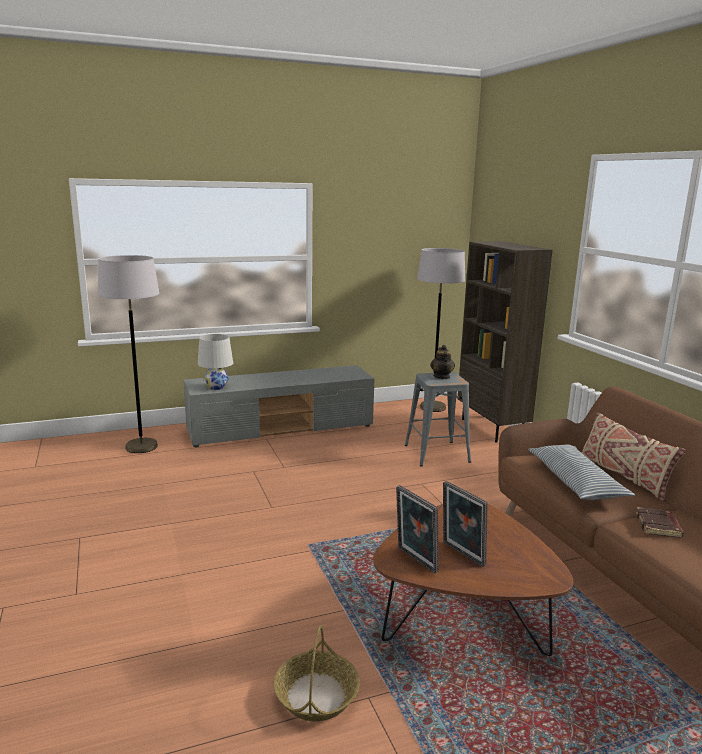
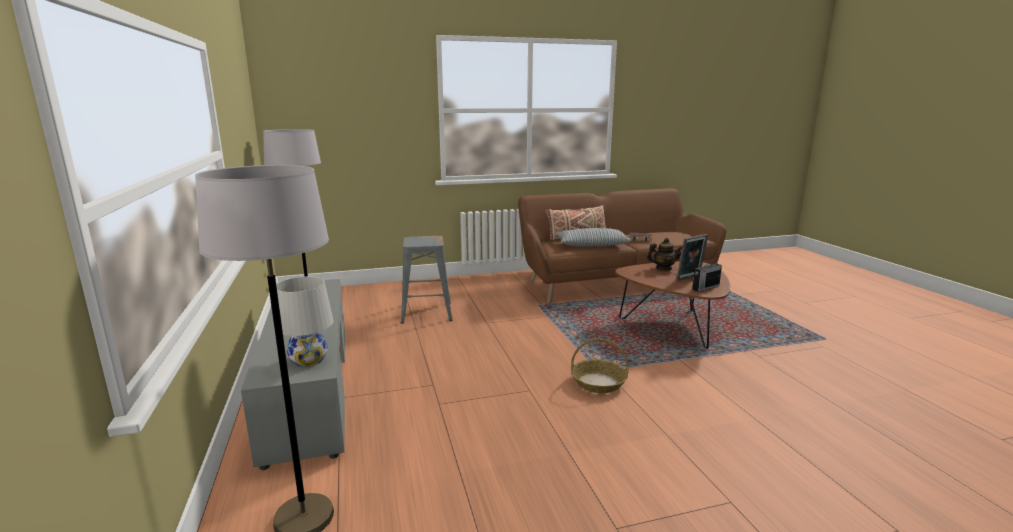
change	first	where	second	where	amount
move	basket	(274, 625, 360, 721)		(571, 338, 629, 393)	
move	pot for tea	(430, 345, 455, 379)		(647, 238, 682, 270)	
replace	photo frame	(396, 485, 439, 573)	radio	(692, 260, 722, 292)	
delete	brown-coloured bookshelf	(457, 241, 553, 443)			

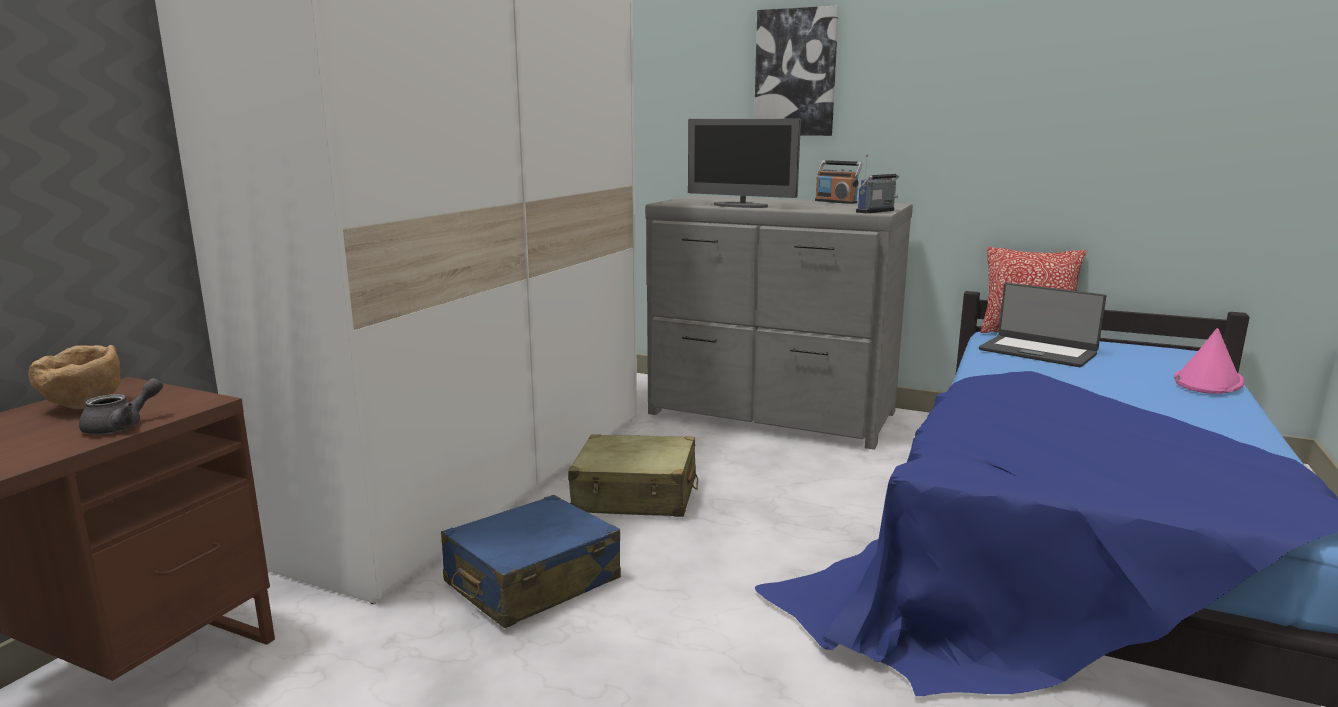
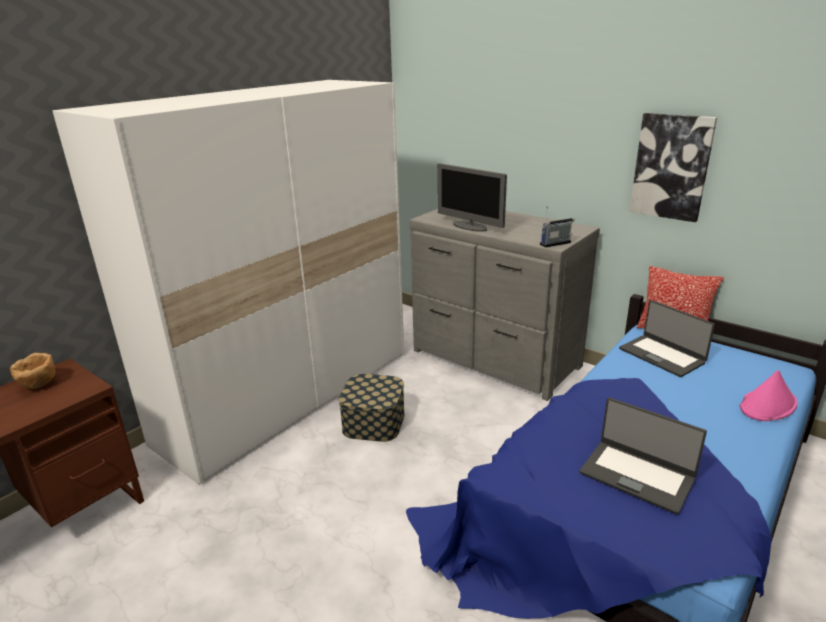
change	first	where	second	where	amount
replace	beige suitcase	(568, 434, 698, 517)	storage bin	(339, 374, 405, 442)	
insert			notebook computer	(580, 397, 707, 515)	
move	picture	(754, 5, 839, 136)		(630, 113, 717, 222)	
delete	grey pot for tea	(79, 378, 163, 434)			
delete	blue suitcase	(441, 495, 621, 628)			
delete	radio	(815, 160, 863, 204)			

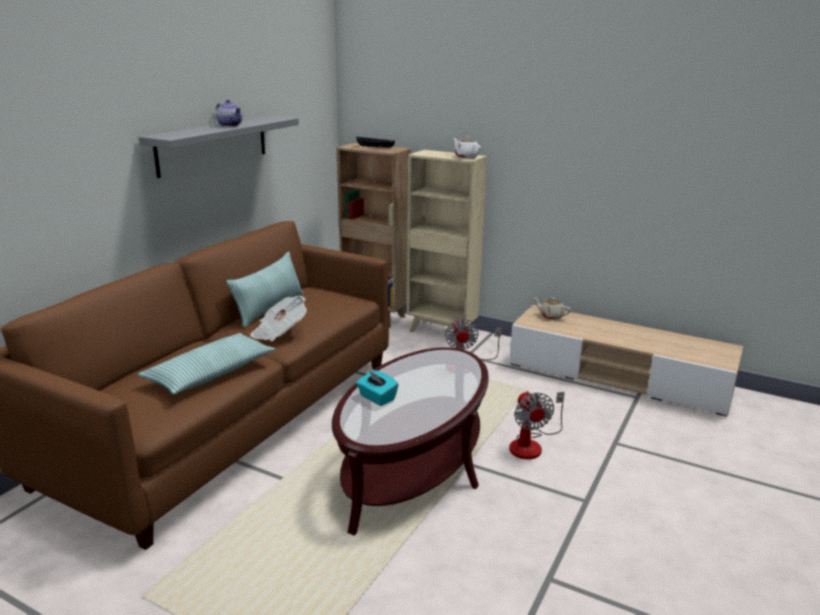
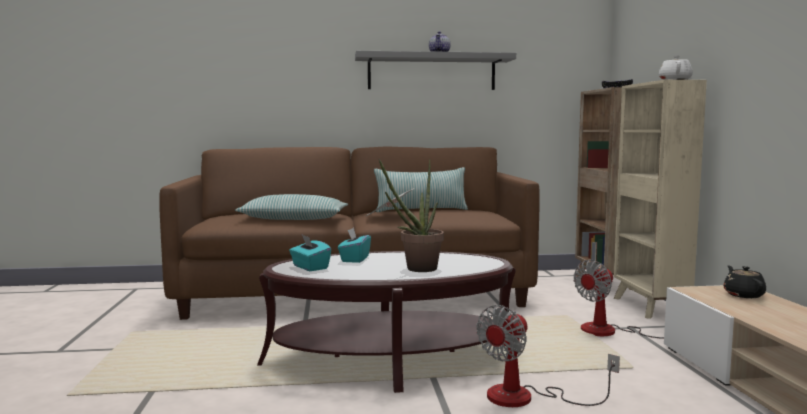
change	first	where	second	where	amount
insert			turquoise tissue holder	(289, 235, 331, 271)	
insert			potted plant	(379, 159, 444, 272)	
recolor	beige pot for tea	(533, 297, 571, 320)	blackish pot for tea	(723, 266, 766, 298)	

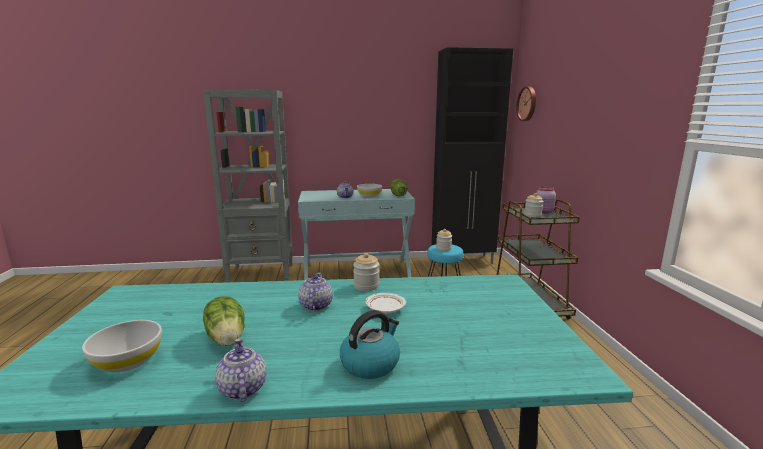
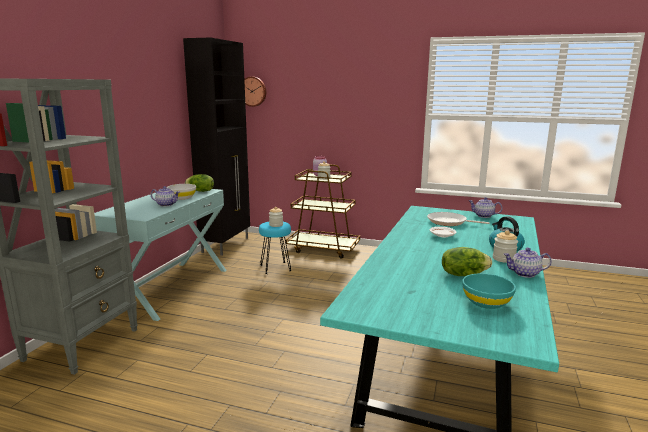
change	first	where	second	where	amount
insert			skillet	(427, 212, 490, 226)	
recolor	whitish deep dish	(82, 320, 162, 372)	turquoise deep dish	(462, 273, 516, 309)	
move	pot for tea	(298, 273, 333, 311)		(469, 197, 502, 218)	
move	preserve jar	(353, 253, 379, 291)		(493, 230, 518, 263)	

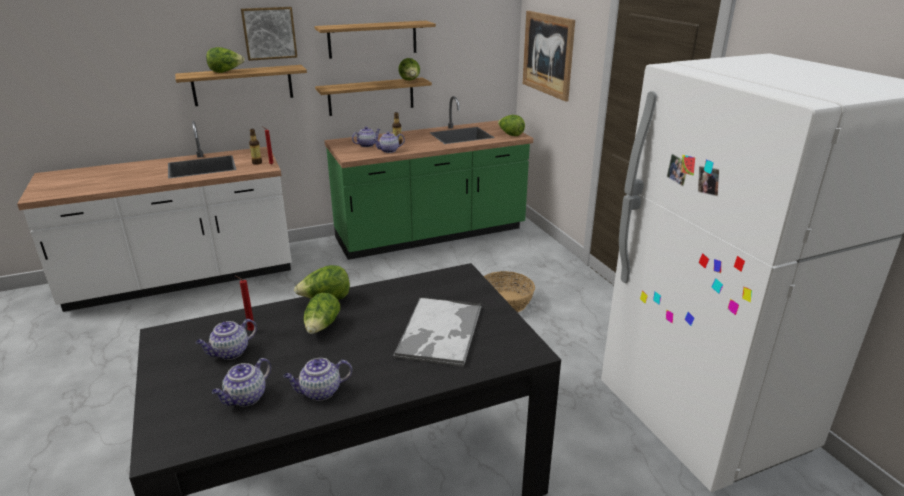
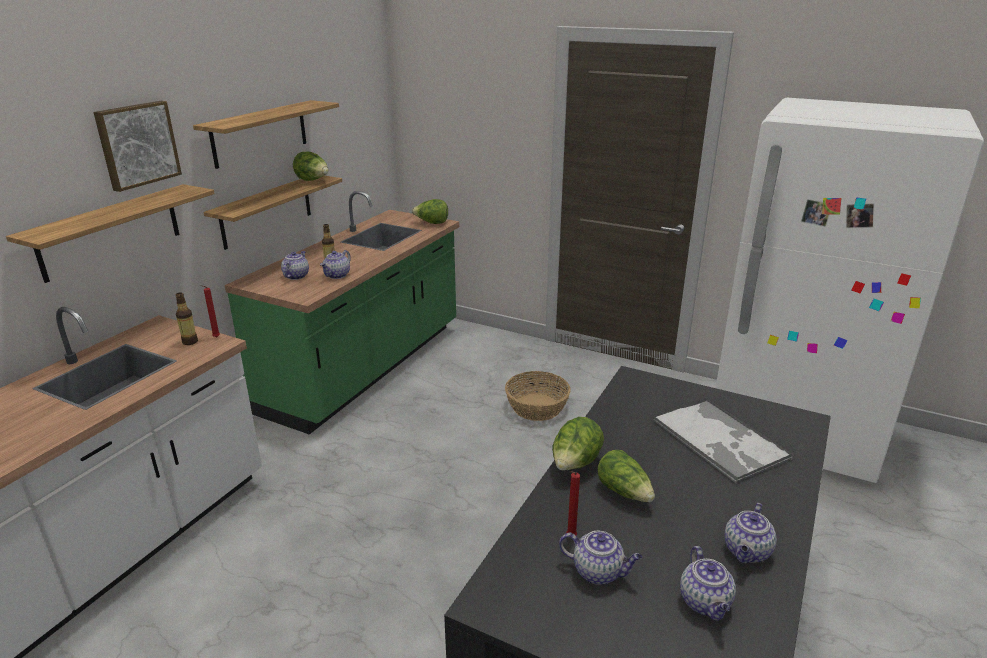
change	first	where	second	where	amount
rotate	pot for tea	(196, 319, 257, 360)		(559, 531, 642, 585)	75 degrees counterclockwise
delete	lettuce	(206, 47, 245, 73)			
delete	picture	(523, 11, 575, 102)			

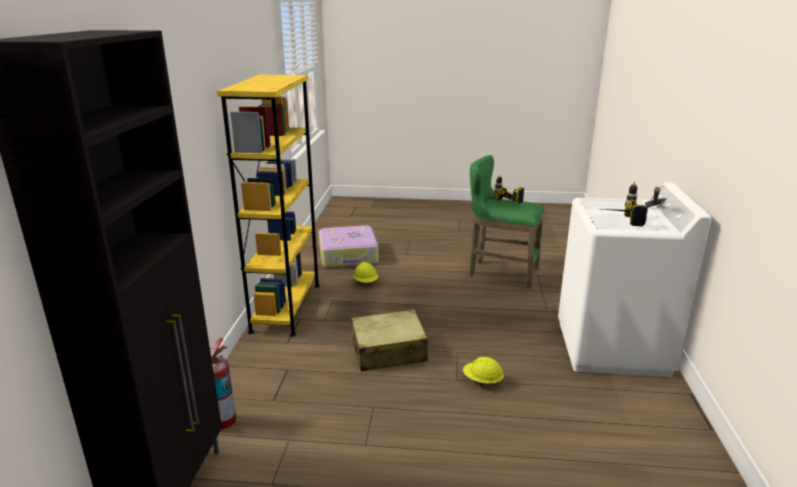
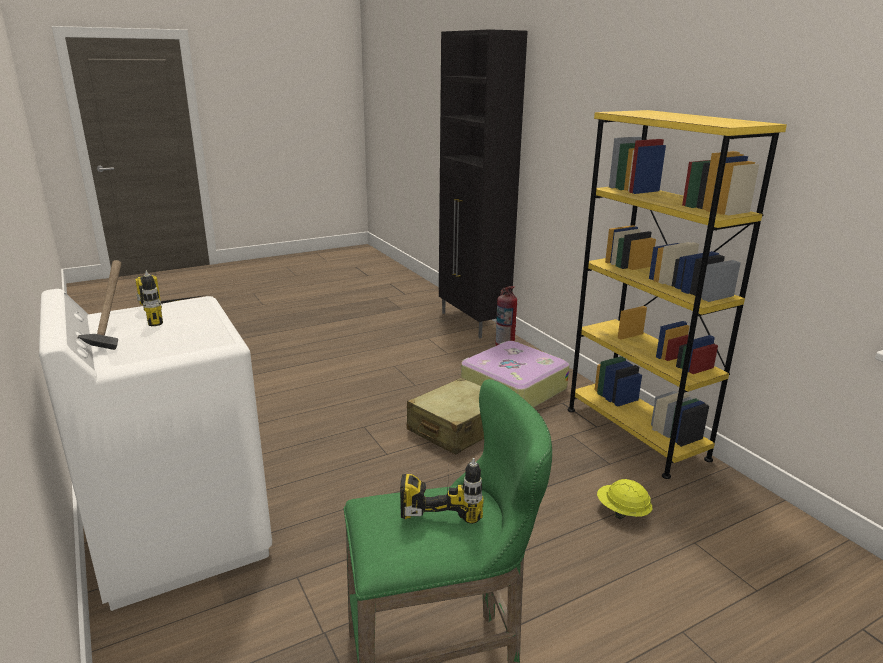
change	first	where	second	where	amount
move	suitcase	(319, 225, 379, 268)		(461, 341, 569, 408)	
delete	yellowish hard hat	(463, 357, 504, 387)			

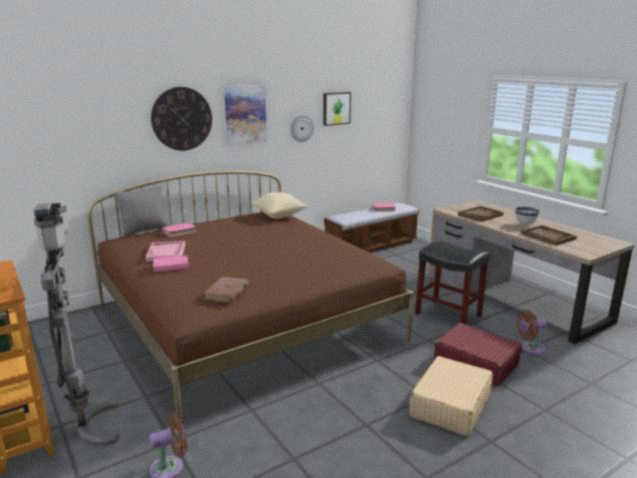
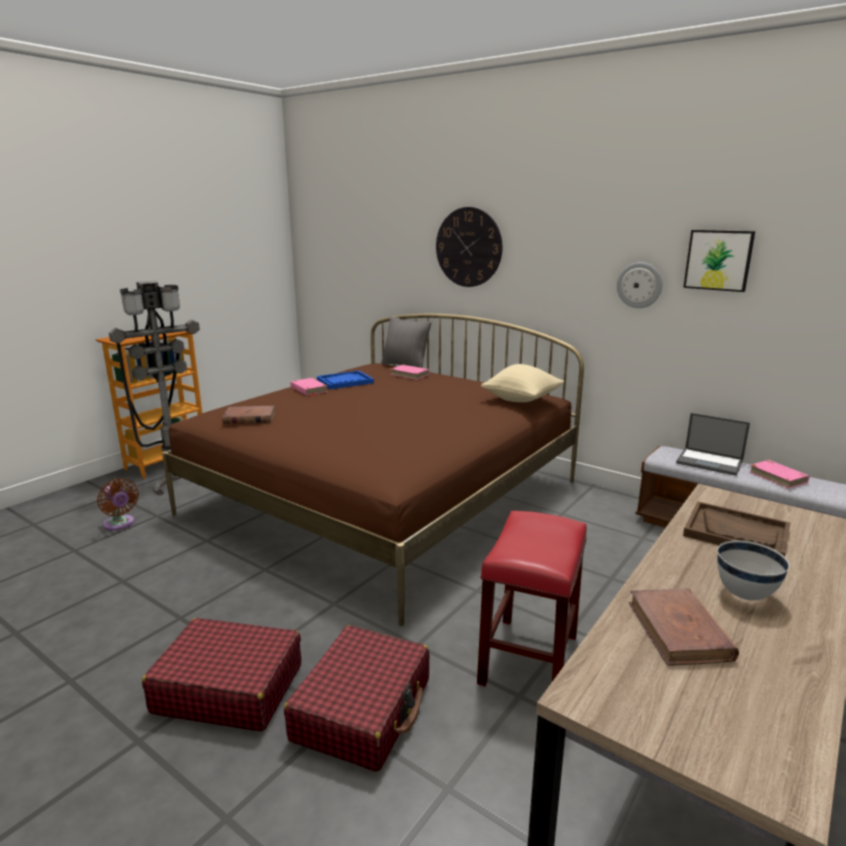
change	first	where	second	where	amount
recolor	beige suitcase	(409, 356, 493, 436)	red-coloured suitcase	(142, 618, 301, 731)	
recolor	pink-coloured tray	(146, 241, 185, 262)	blue tray	(317, 371, 374, 389)	
recolor	blackish sitting stool	(415, 240, 489, 324)	red-coloured sitting stool	(477, 511, 587, 686)	
replace	brown-coloured tray	(521, 225, 577, 245)	brown-coloured bound book	(629, 588, 739, 666)	
insert			notebook computer	(676, 413, 750, 476)	
delete	picture	(224, 85, 267, 146)			
delete	brown-coloured cooling fan	(516, 310, 547, 355)			

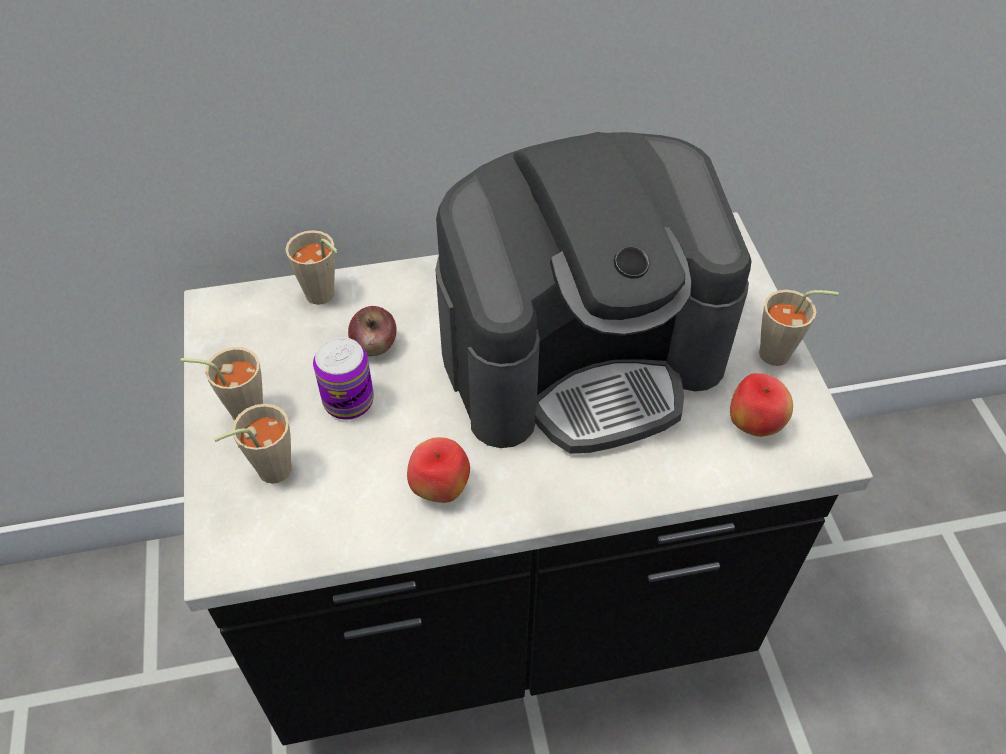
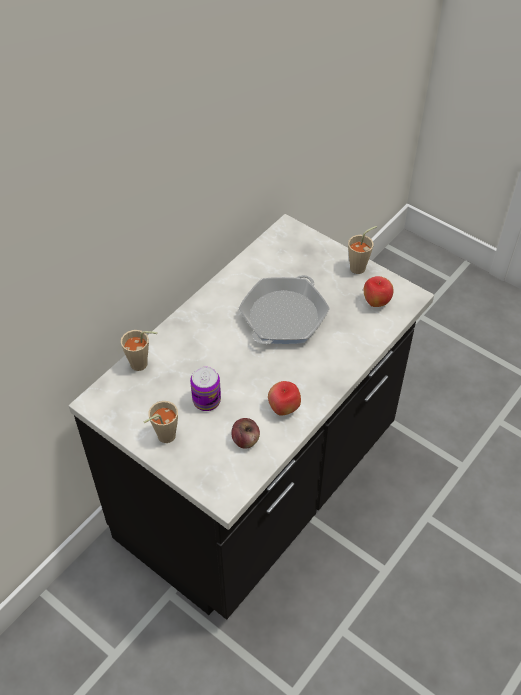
change	first	where	second	where	amount
move	apple	(348, 306, 397, 356)		(231, 418, 260, 449)	
replace	coffee maker	(435, 132, 752, 454)	skillet	(239, 275, 330, 344)	
delete	beige drinking cup	(214, 404, 292, 484)			

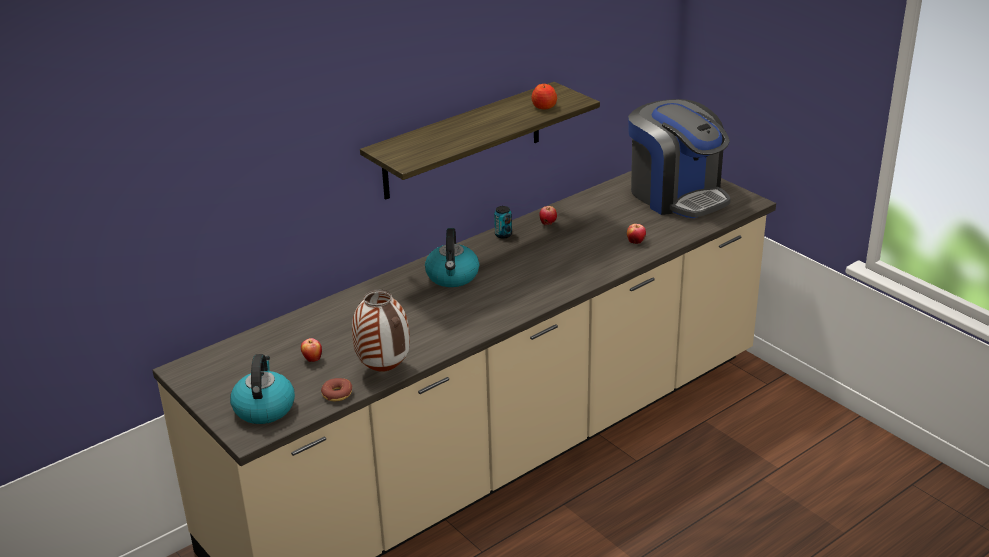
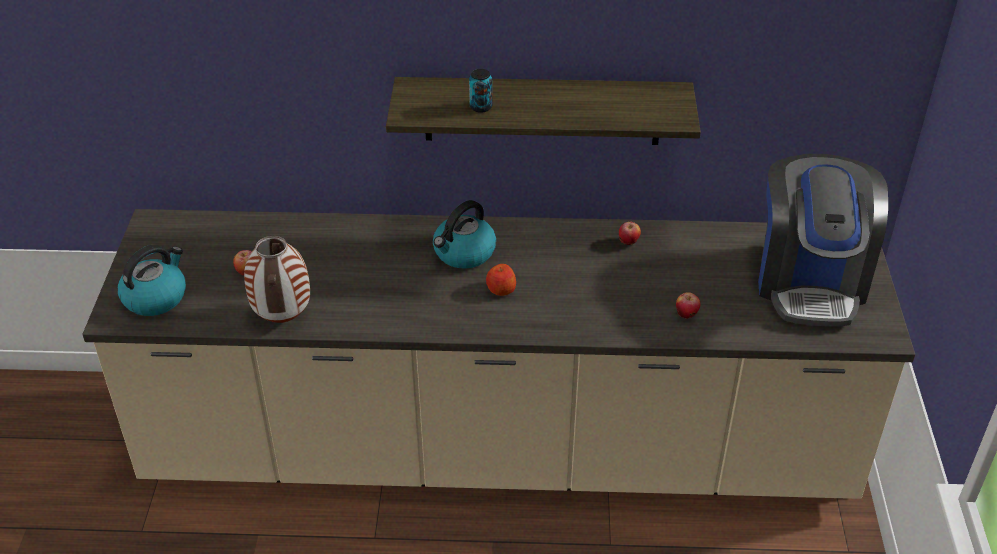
change	first	where	second	where	amount
move	sealed can	(494, 206, 512, 239)		(469, 69, 492, 113)	
move	apple	(531, 84, 557, 109)		(486, 264, 516, 296)	
delete	doughnut	(321, 378, 352, 401)			

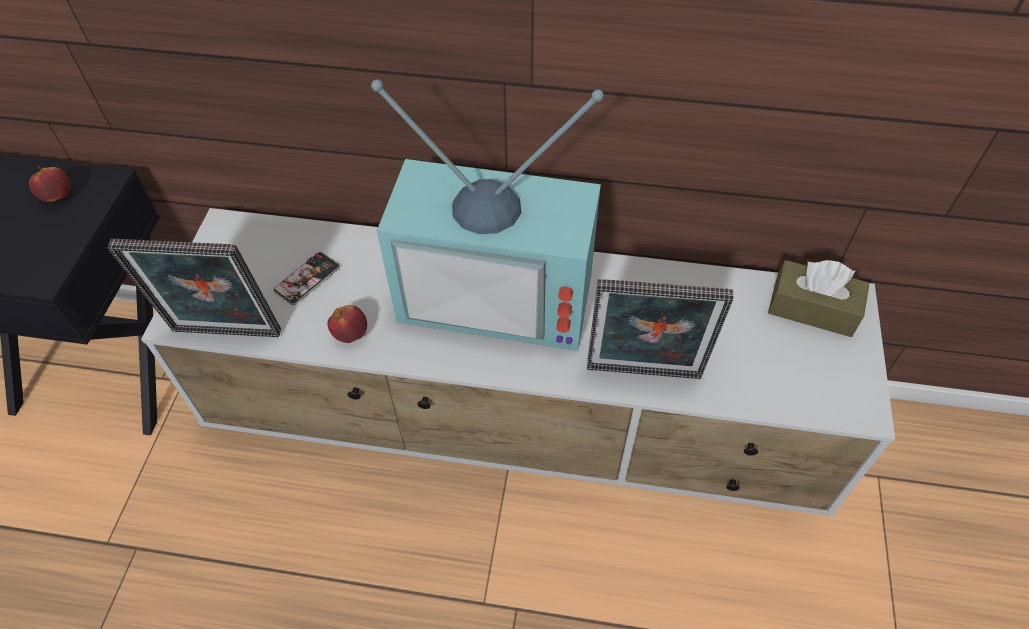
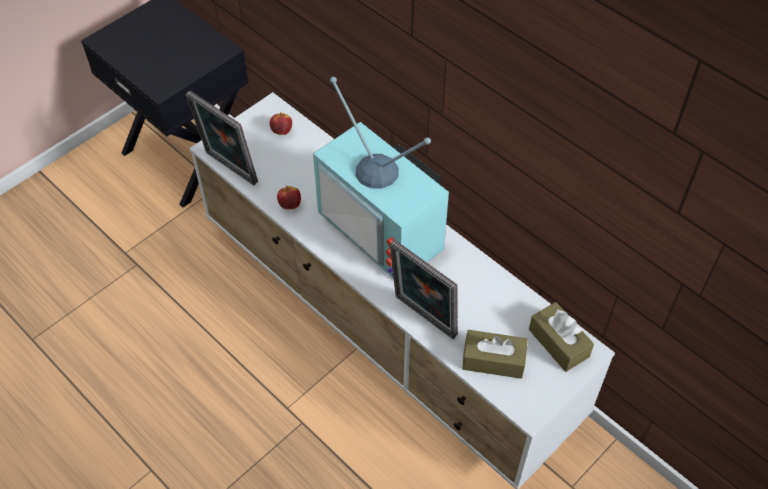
change	first	where	second	where	amount
move	apple	(29, 166, 70, 202)		(269, 112, 292, 135)	
insert			brown-coloured tissue holder	(462, 330, 528, 379)	
delete	phone	(274, 252, 340, 305)			

